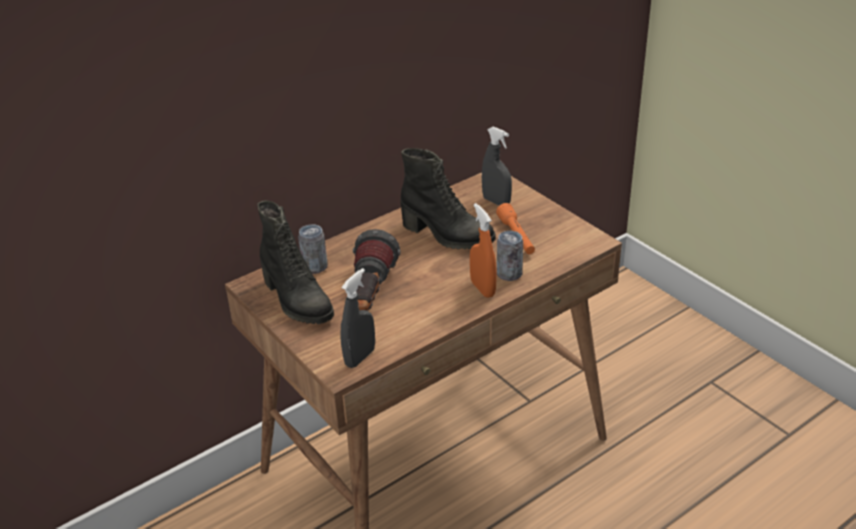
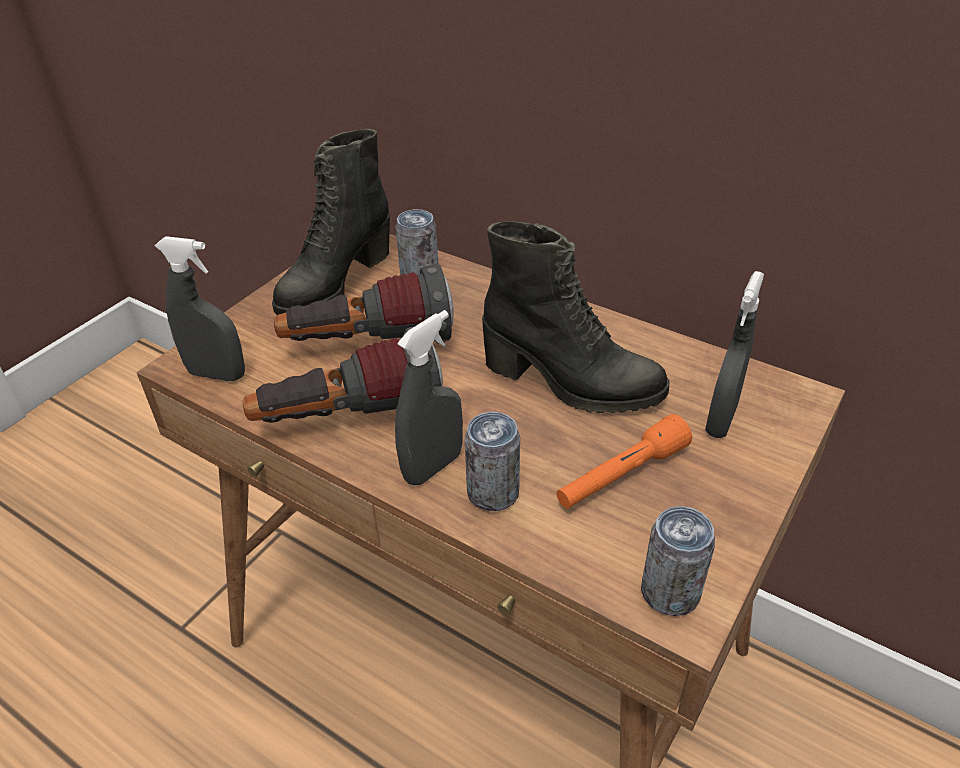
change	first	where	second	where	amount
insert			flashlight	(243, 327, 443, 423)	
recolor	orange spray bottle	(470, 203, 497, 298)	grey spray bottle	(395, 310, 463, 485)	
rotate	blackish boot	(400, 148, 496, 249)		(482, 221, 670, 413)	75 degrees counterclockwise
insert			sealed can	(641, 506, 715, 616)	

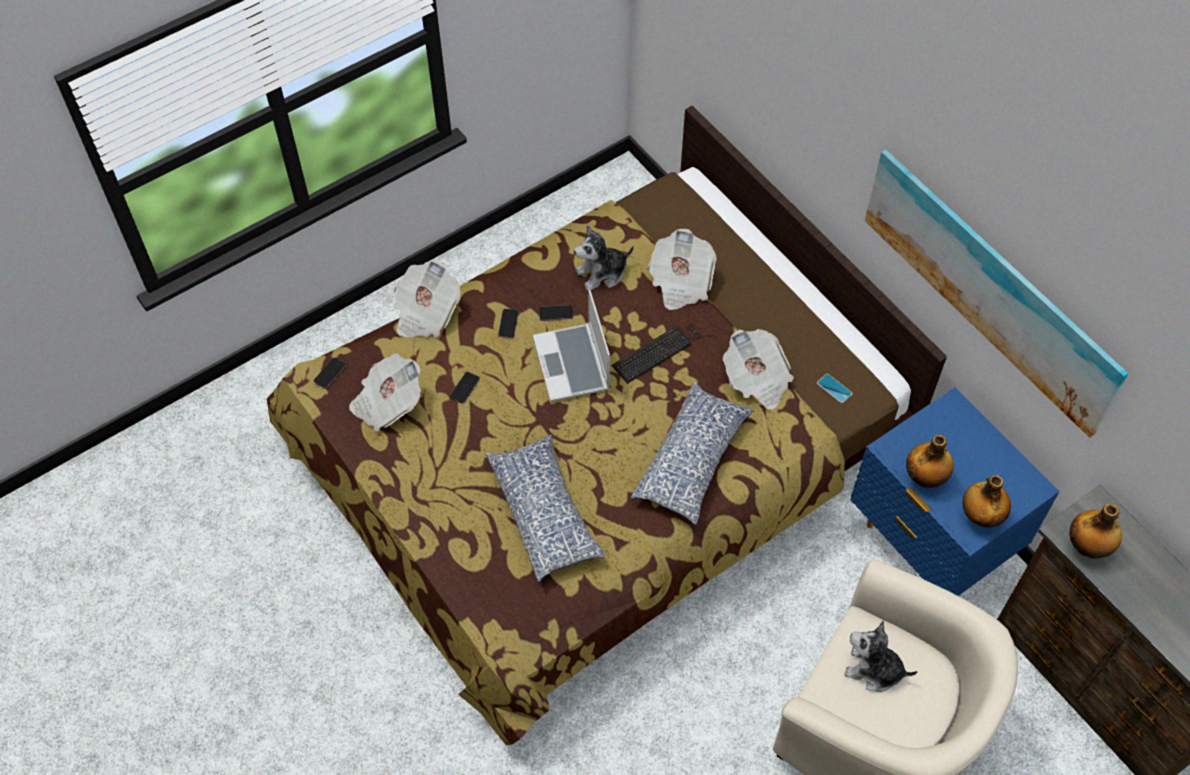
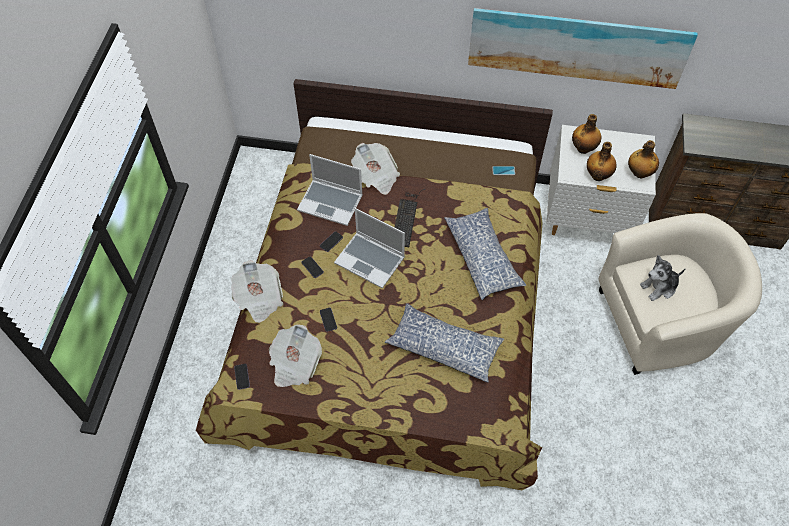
change	first	where	second	where	amount
replace	plush toy	(574, 225, 634, 291)	notebook computer	(297, 154, 363, 226)	
recolor	blue night table	(850, 387, 1060, 596)	whitish night table	(546, 125, 656, 235)	
move	drink bottle	(1069, 504, 1122, 558)		(572, 114, 601, 154)	
delete	printed paper	(723, 329, 794, 410)			

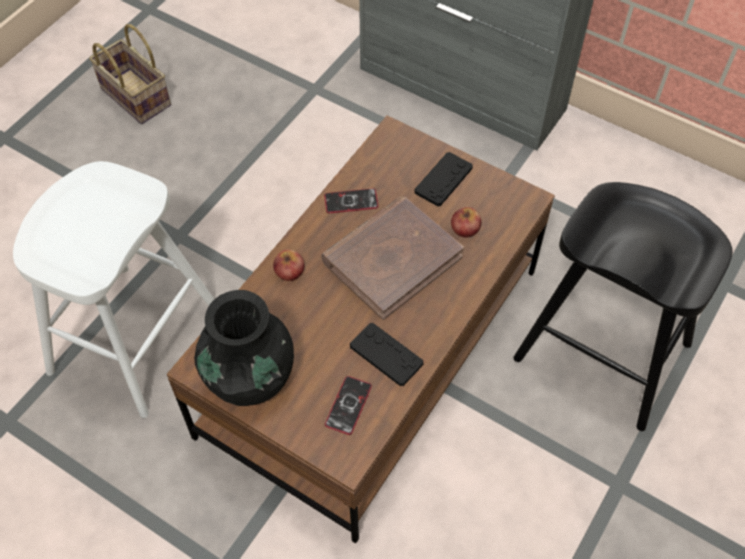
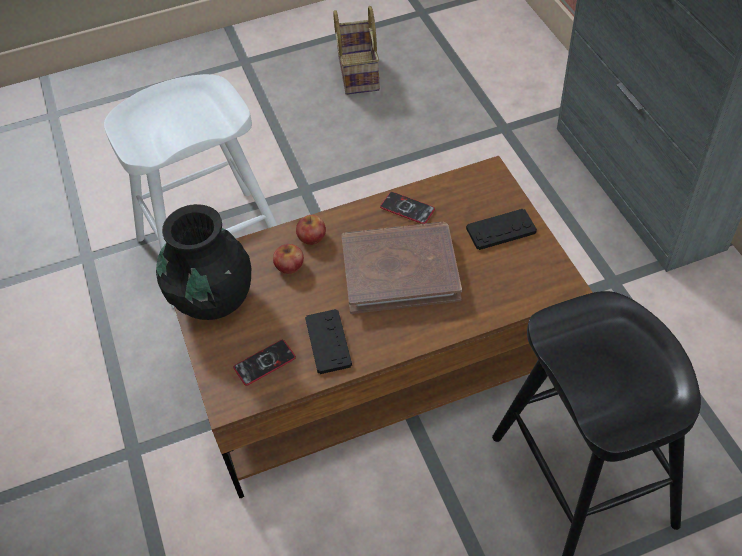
change	first	where	second	where	amount
move	apple	(451, 207, 481, 237)		(273, 244, 304, 274)	

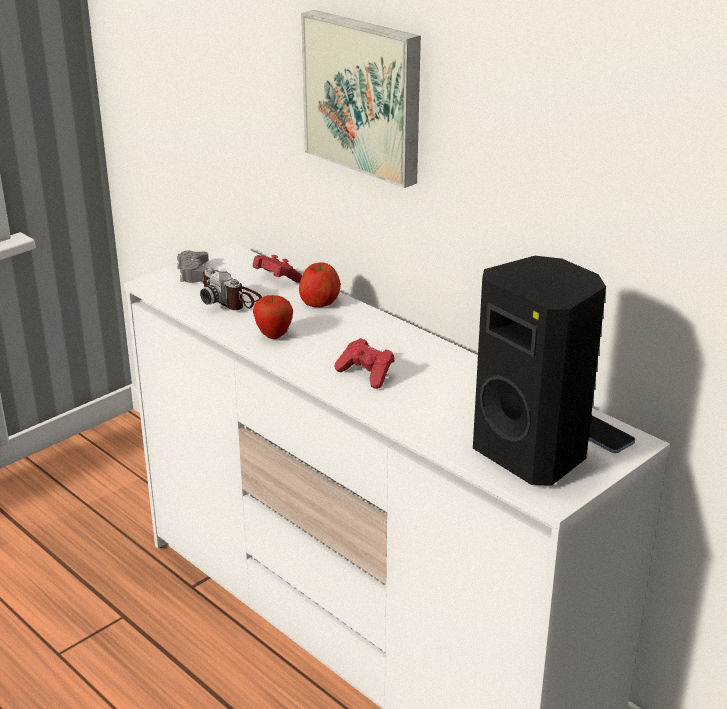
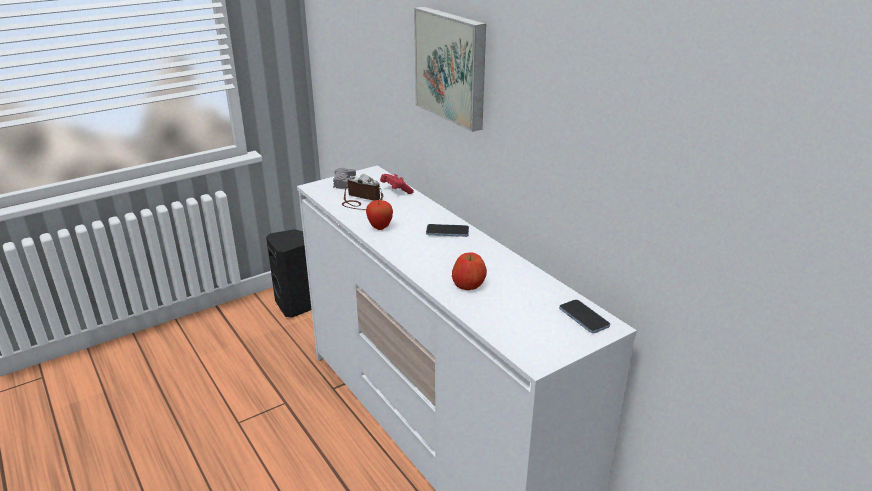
change	first	where	second	where	amount
move	blackish speaker	(473, 256, 606, 485)		(266, 229, 311, 318)	
rotate	still camera	(200, 267, 262, 310)		(342, 174, 383, 210)	150 degrees clockwise
insert			phone	(426, 224, 469, 237)	
move	apple	(299, 262, 341, 307)		(452, 253, 487, 290)	
delete	red-coloured joypad	(335, 338, 395, 389)			

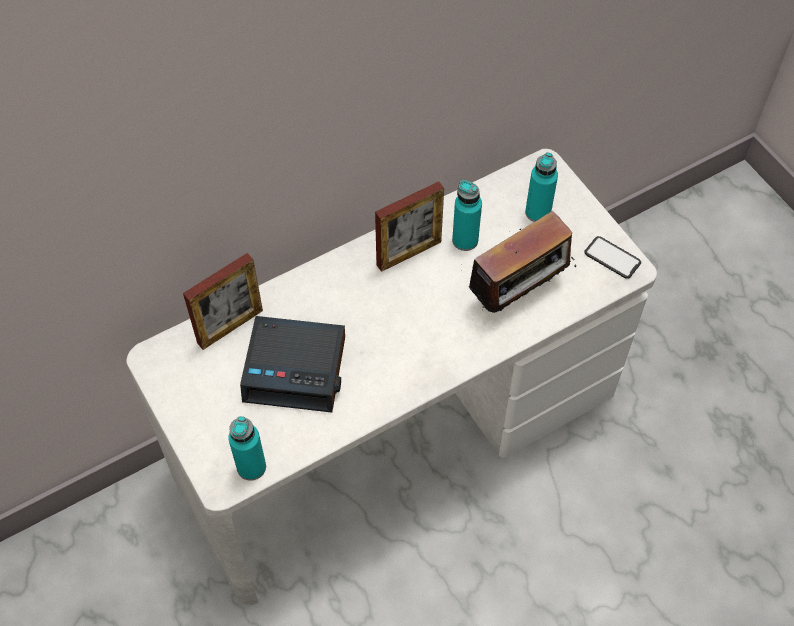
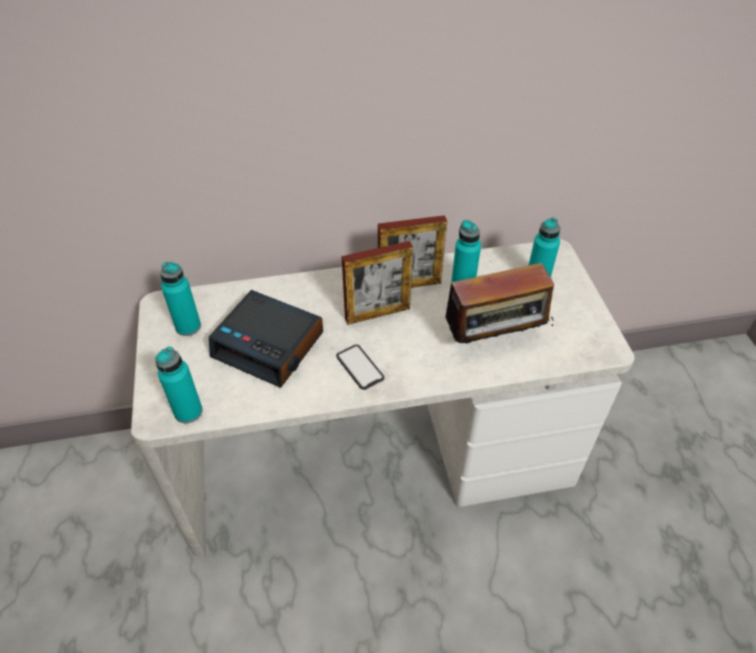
change	first	where	second	where	amount
insert			turquoise drink bottle	(160, 262, 201, 336)	
move	phone	(584, 236, 641, 279)		(336, 344, 384, 390)	
move	photo frame	(183, 253, 263, 350)		(342, 241, 413, 325)	

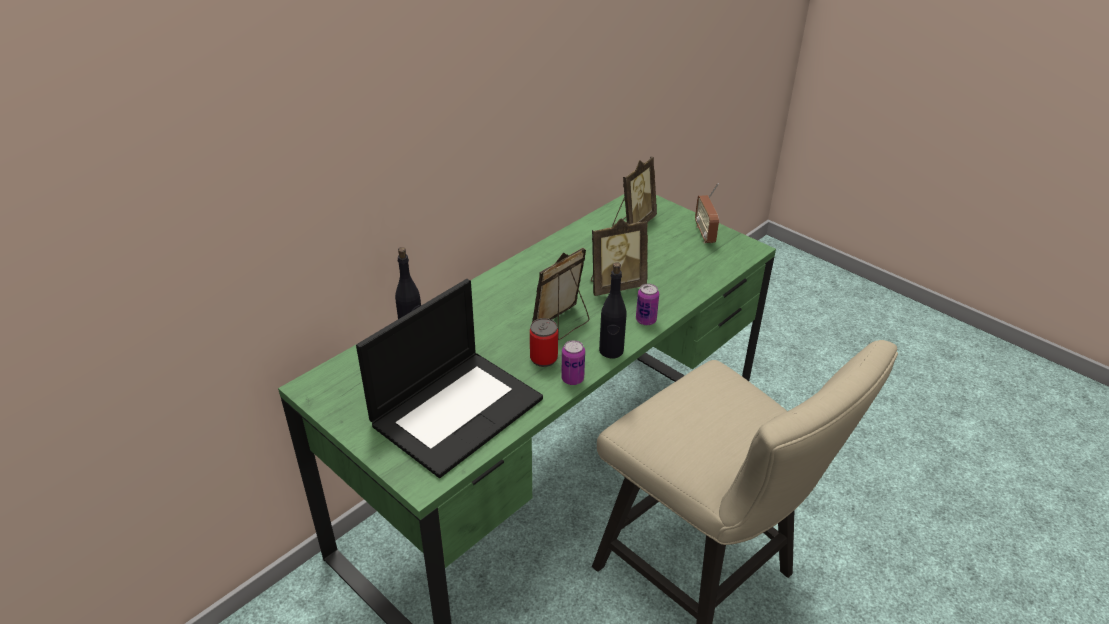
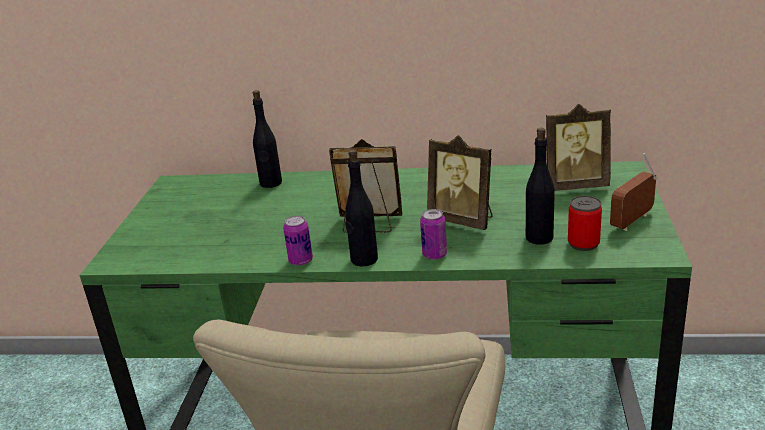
change	first	where	second	where	amount
insert			blackish drink bottle	(526, 128, 555, 245)	
move	sealed can	(530, 318, 558, 367)		(568, 196, 602, 251)	
delete	notebook computer	(356, 279, 543, 478)			

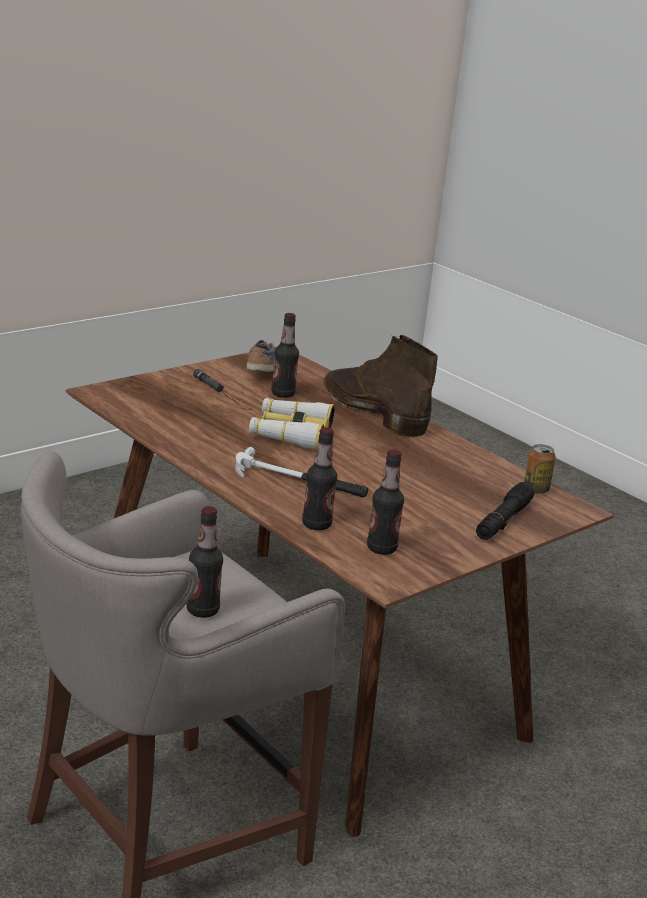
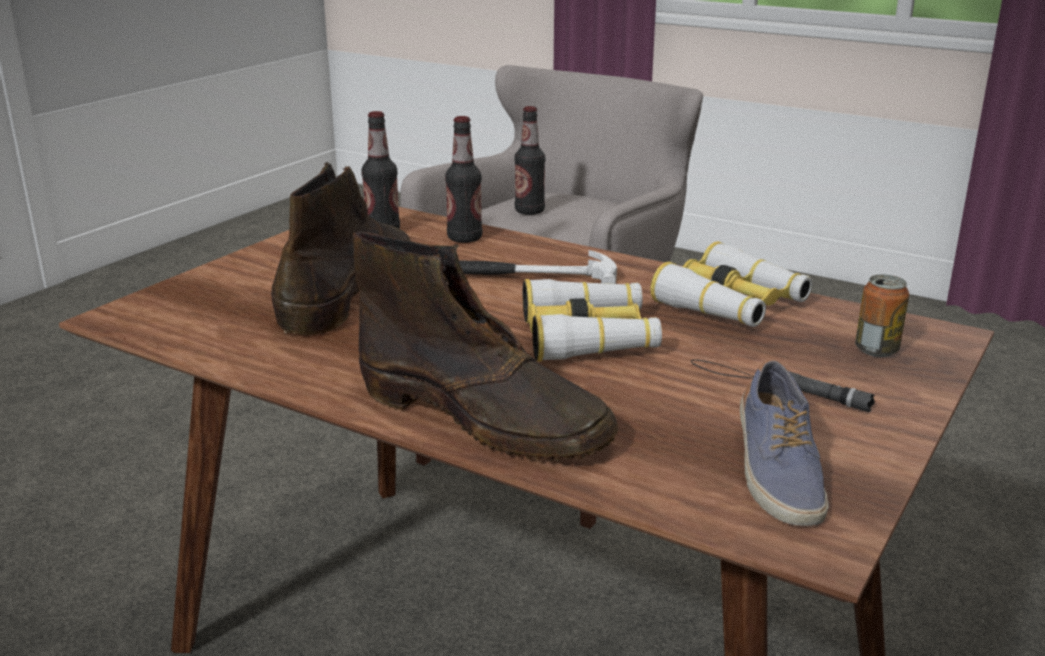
change	first	where	second	where	amount
insert			brown-coloured boot	(271, 162, 411, 335)	
insert			pair of binoculars	(650, 241, 812, 327)	
move	sealed can	(524, 444, 556, 494)		(855, 274, 909, 357)	
delete	drink bottle	(271, 313, 299, 398)			
delete	blackish flashlight	(476, 482, 534, 540)			

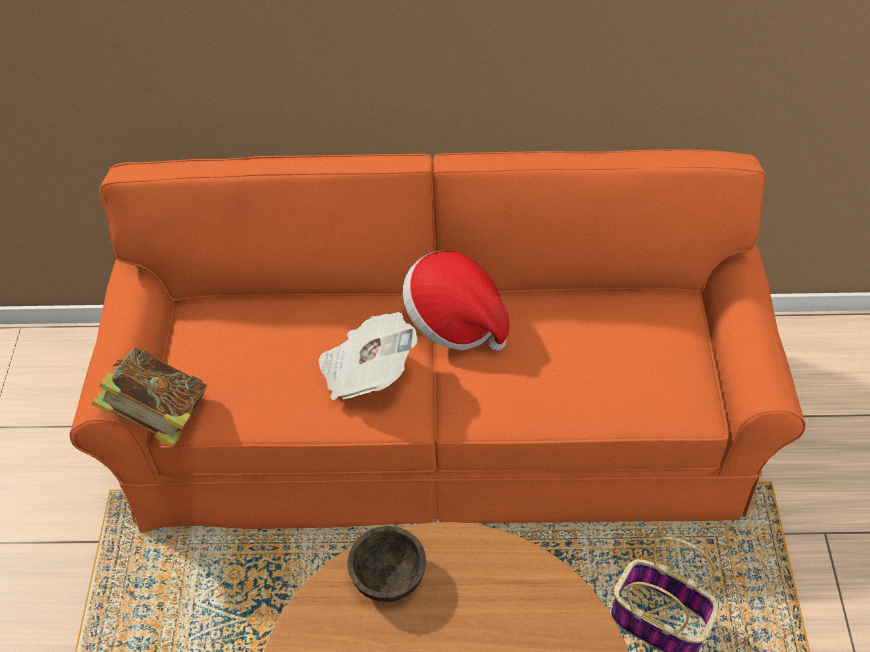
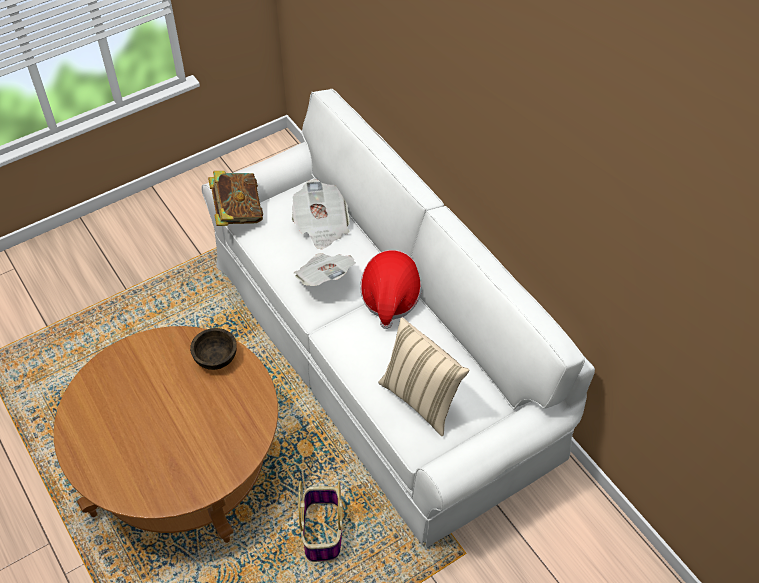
change	first	where	second	where	amount
recolor	orange settee	(69, 149, 806, 533)	whitish settee	(202, 89, 595, 548)	
insert			printed paper	(292, 179, 350, 250)	
insert			beige pillow	(378, 317, 469, 436)	

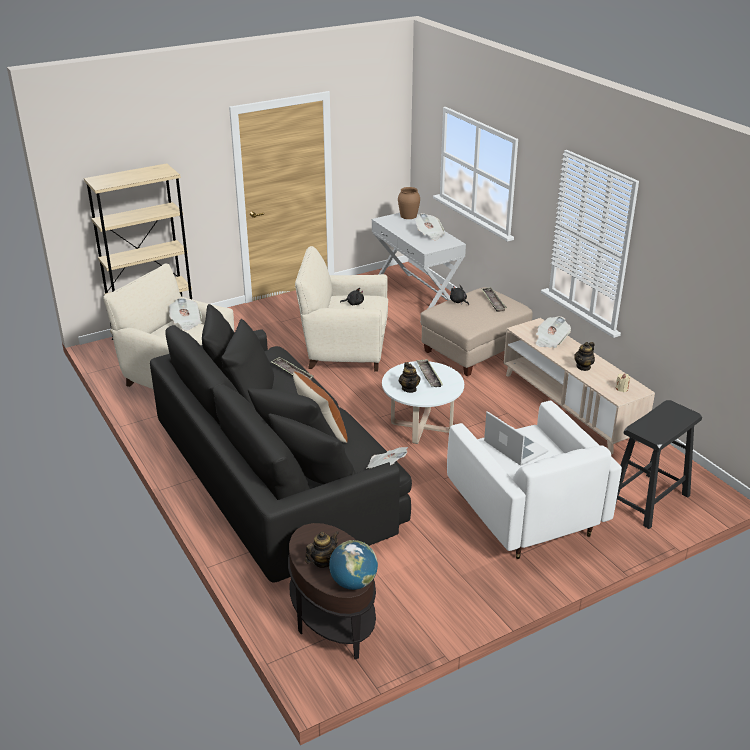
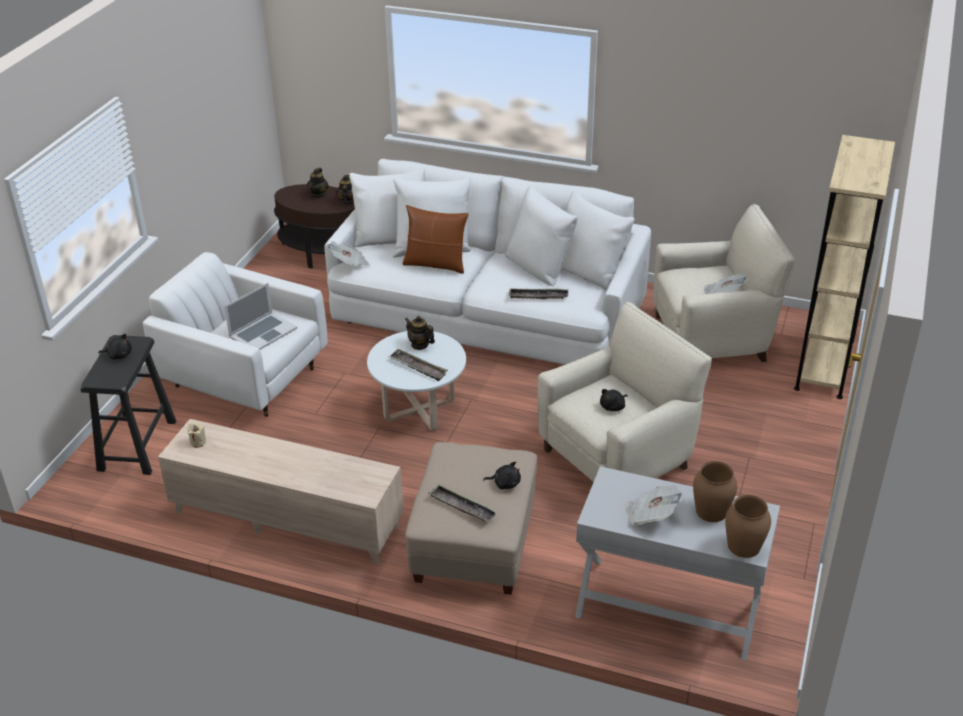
change	first	where	second	where	amount
insert			blackish plush toy	(98, 334, 132, 360)	
rotate	notebook computer	(484, 411, 548, 466)		(224, 283, 297, 350)	60 degrees counterclockwise
recolor	blackish settee	(150, 304, 412, 583)	whitish settee	(324, 159, 651, 365)	
move	pot for tea	(574, 342, 595, 371)		(336, 175, 354, 205)	
insert			brown-coloured decorative vase	(693, 461, 737, 522)	
delete	desk globe	(329, 540, 378, 590)			
delete	printed paper	(535, 316, 571, 348)			

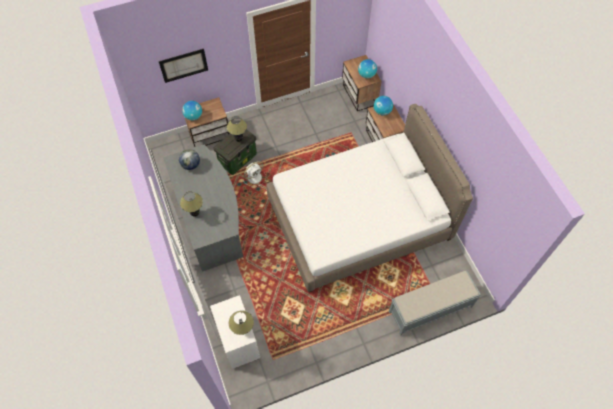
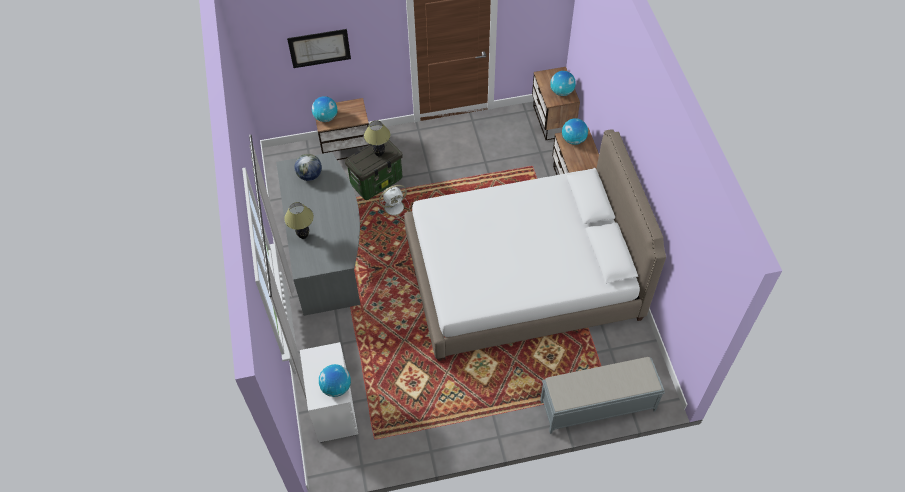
change	first	where	second	where	amount
replace	table lamp	(229, 310, 254, 335)	desk globe	(319, 364, 351, 397)	

